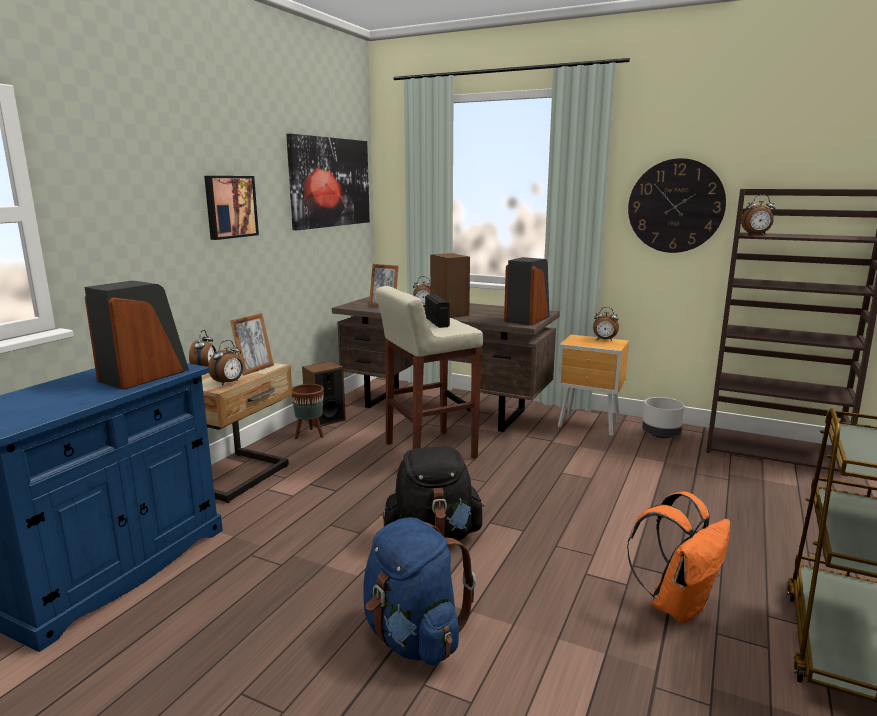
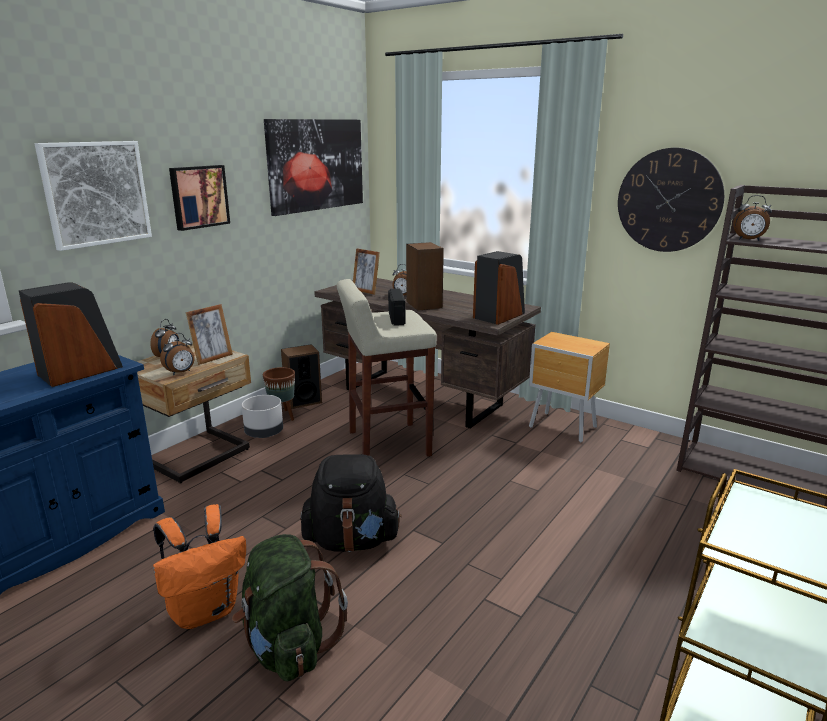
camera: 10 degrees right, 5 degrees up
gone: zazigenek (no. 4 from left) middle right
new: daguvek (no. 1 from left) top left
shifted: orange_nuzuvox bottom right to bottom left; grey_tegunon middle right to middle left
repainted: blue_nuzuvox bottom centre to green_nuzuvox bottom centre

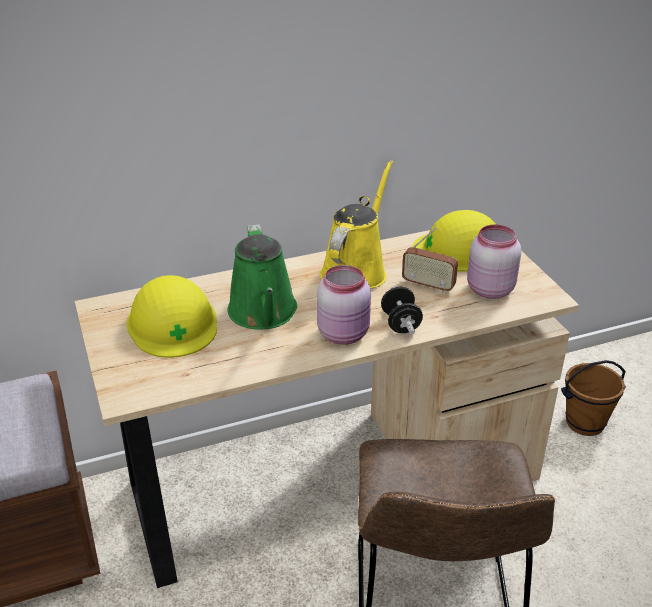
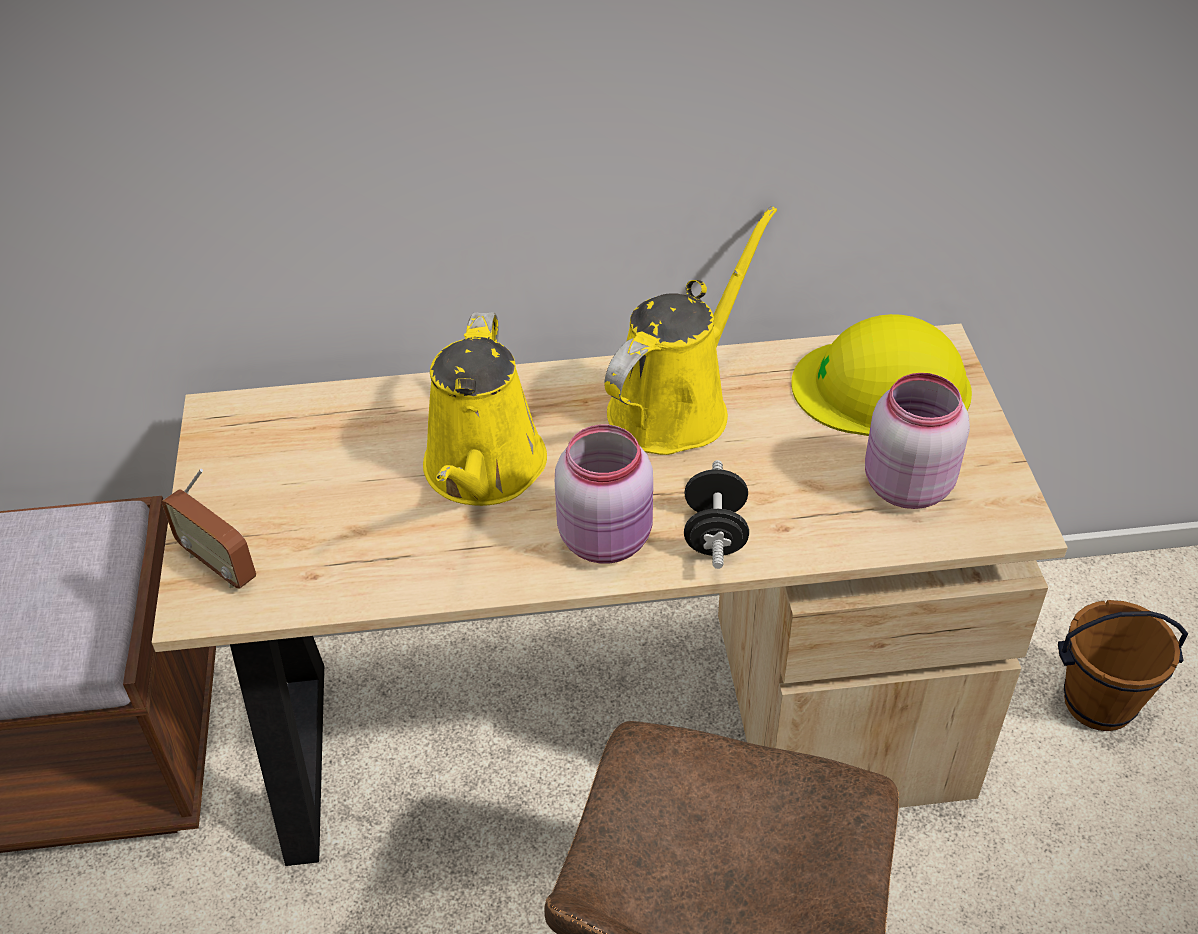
camera: 15 degrees right, 10 degrees up
gone: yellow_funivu (no. 1 from left) middle left
shifted: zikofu centre to middle left
repainted: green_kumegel centre to yellow_kumegel (no. 1 from left) centre

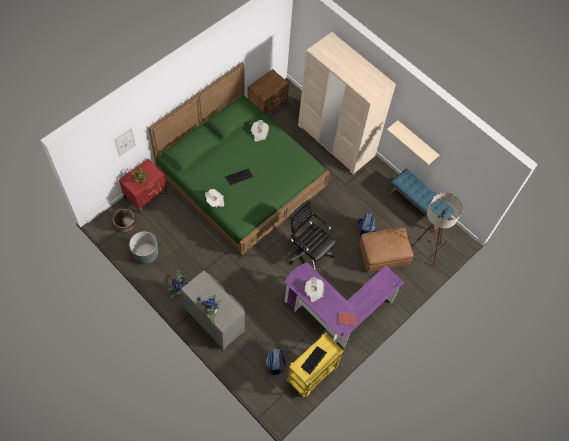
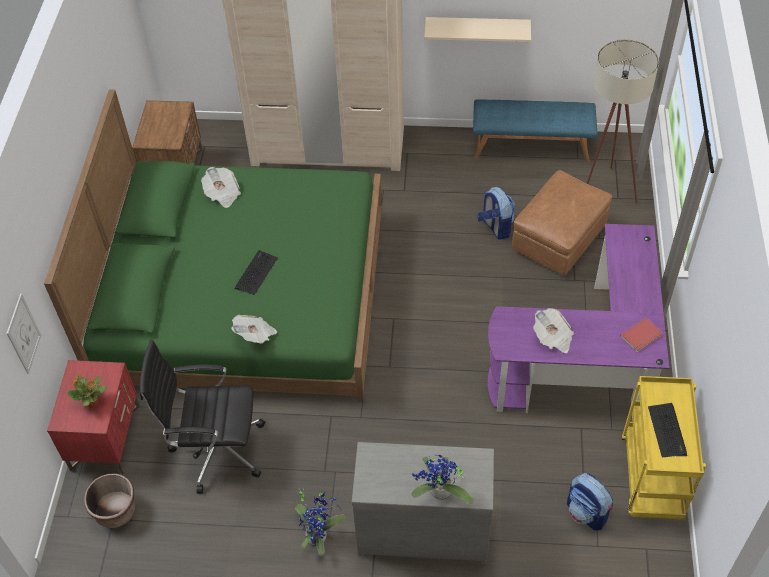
camera: 35 degrees left, 10 degrees down
gone: grey_tegunon middle left
shifted: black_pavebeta centre to bottom left

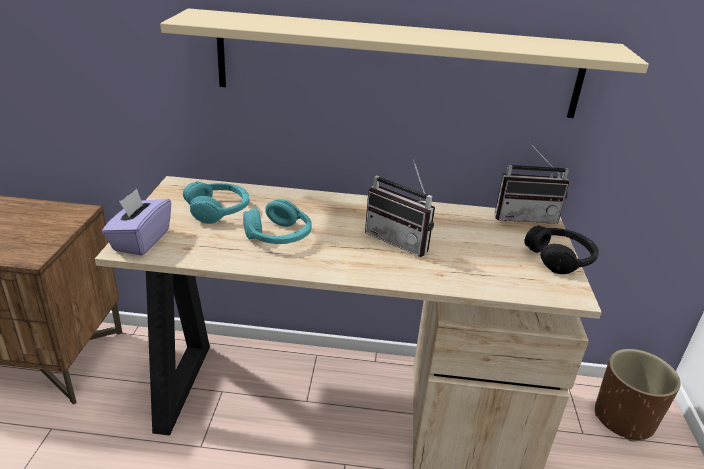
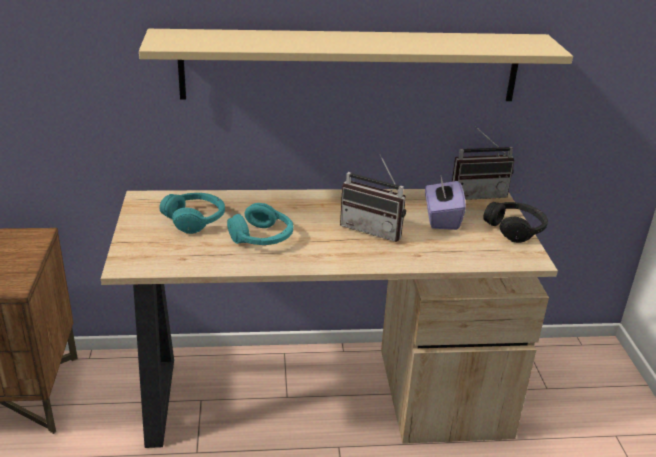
camera: 10 degrees left, 0 degrees up
gone: brown_tegunon bottom right
shifted: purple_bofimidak middle left to middle right

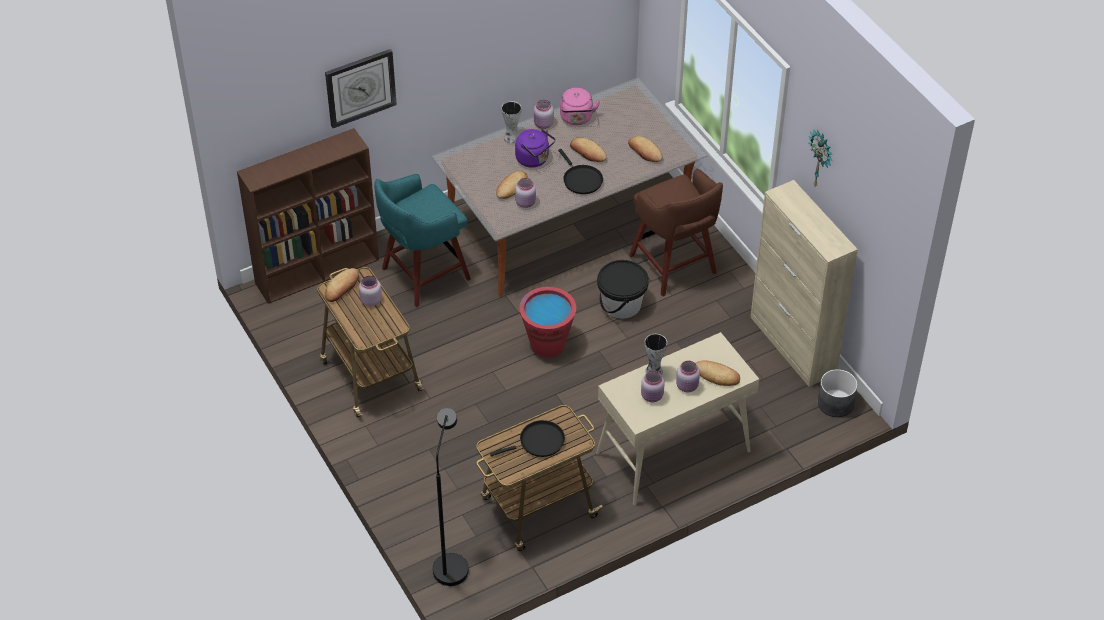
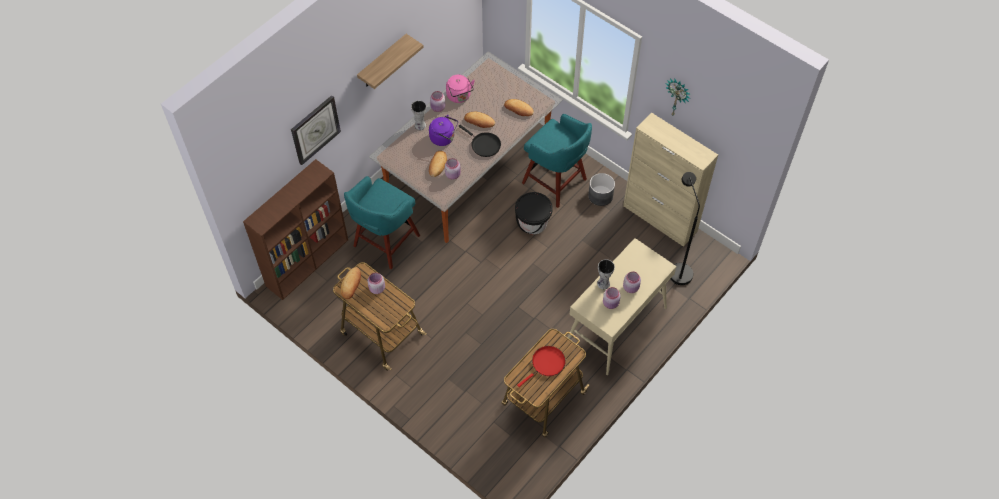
camera: 20 degrees left, 10 degrees up
gone: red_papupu centre; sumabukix (no. 5 from left) centre
new: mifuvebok top centre
shifted: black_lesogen bottom centre to middle right; grey_tegunon middle right to centre
repainted: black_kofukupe (no. 1 from left) bottom centre to red_kofukupe bottom centre; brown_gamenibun centre to turquoise_gamenibun (no. 2 from left) top centre

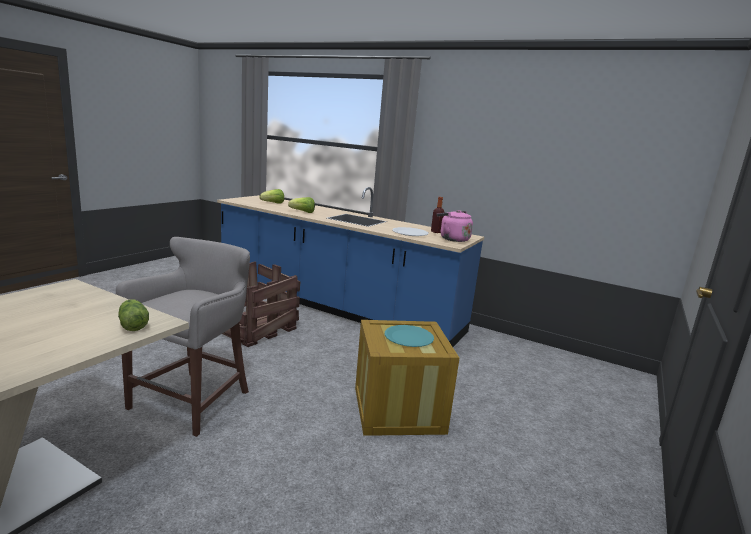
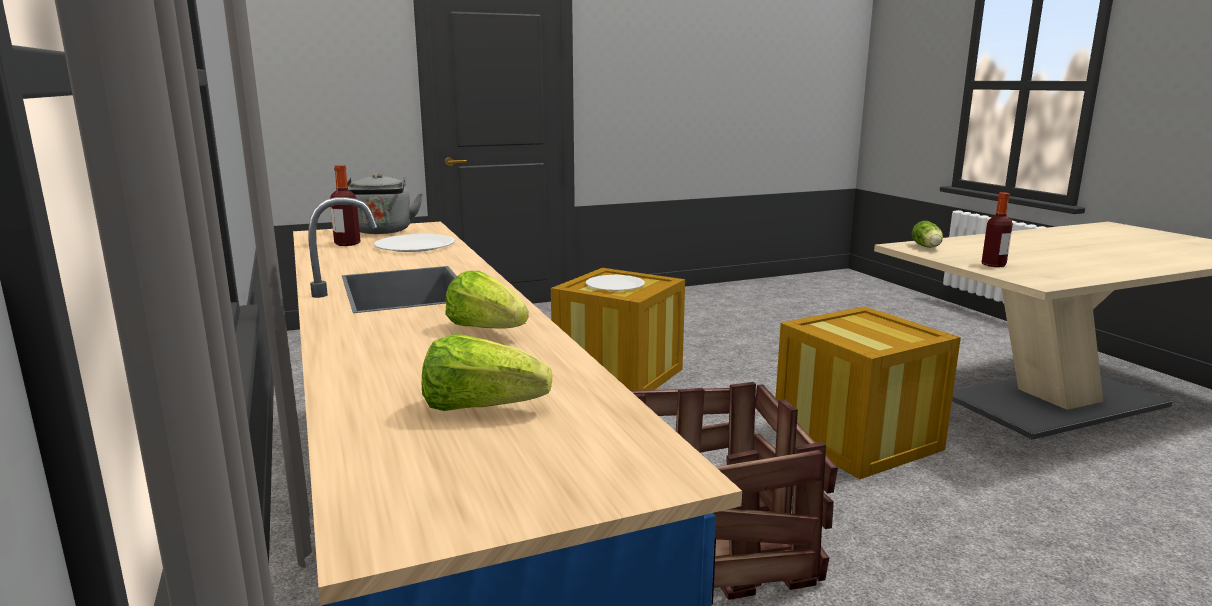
camera: 140 degrees left, 0 degrees up
new: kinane (no. 2 from left) middle right
swapped: grey_gamenibun middle left to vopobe (no. 3 from left) middle right
repainted: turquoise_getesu centre to white_getesu (no. 2 from left) centre; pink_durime centre to grey_durime middle left

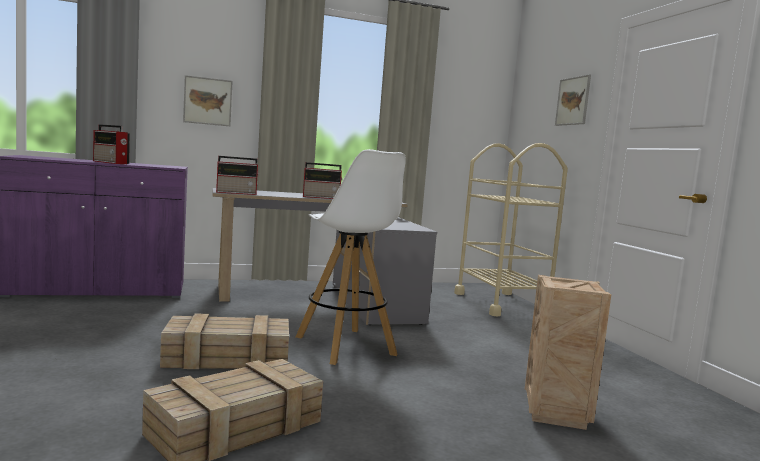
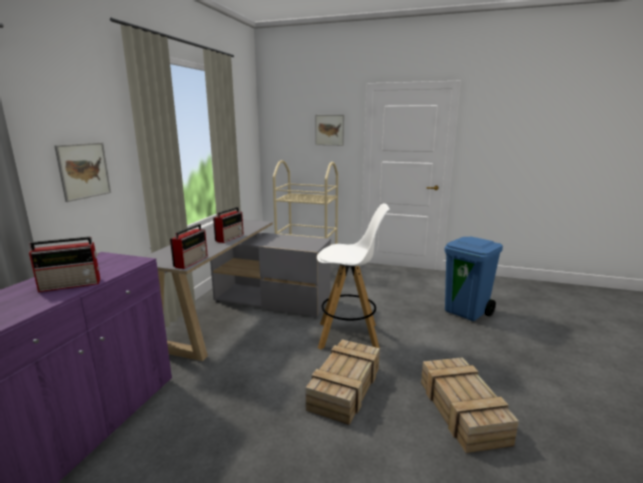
camera: 55 degrees left, 10 degrees up
swapped: vopobe (no. 3 from left) bottom right to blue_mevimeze middle right

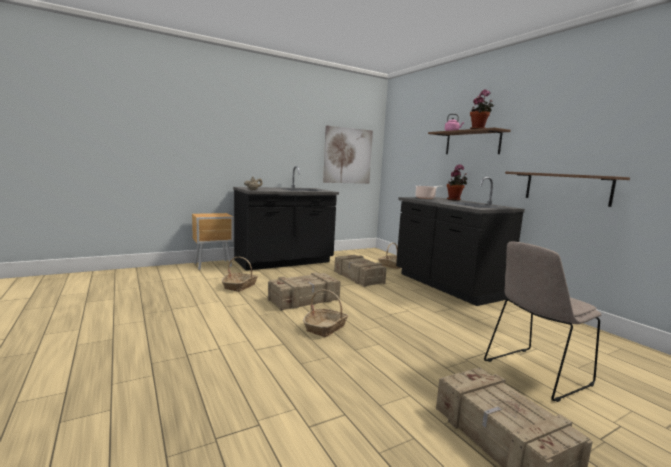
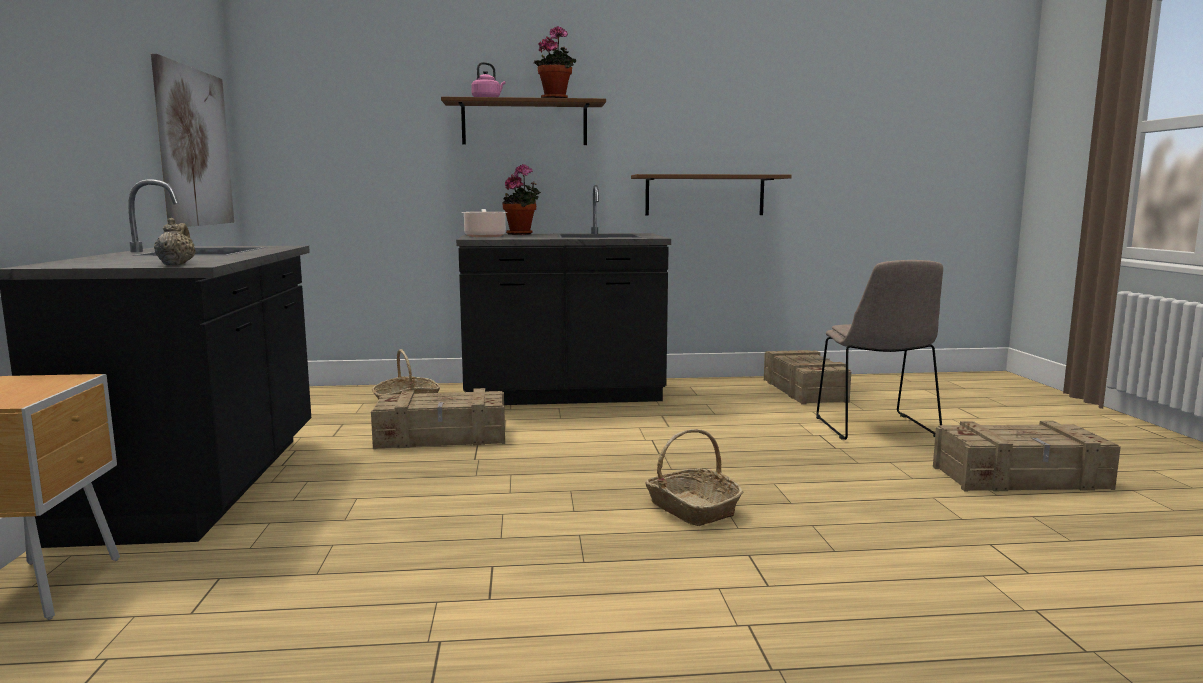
camera: 65 degrees left, 0 degrees up
gone: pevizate (no. 1 from left) centre
shifted: vopobe (no. 1 from left in the first image) centre to vopobe (no. 2 from left) middle right

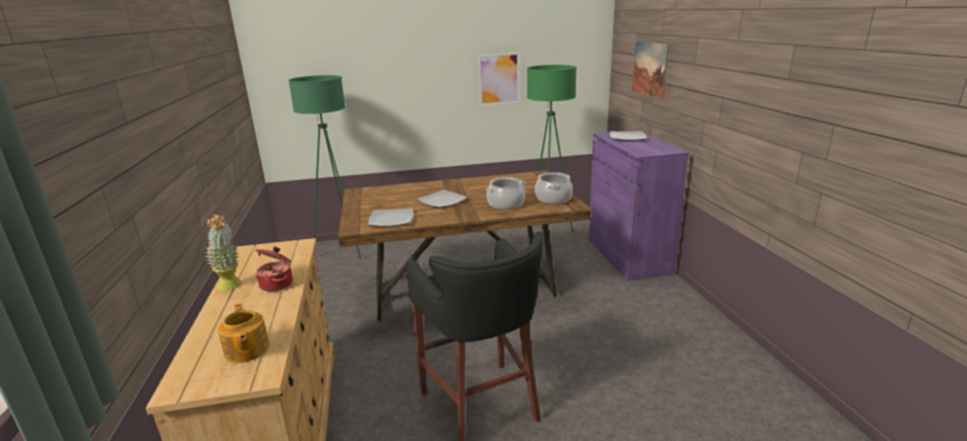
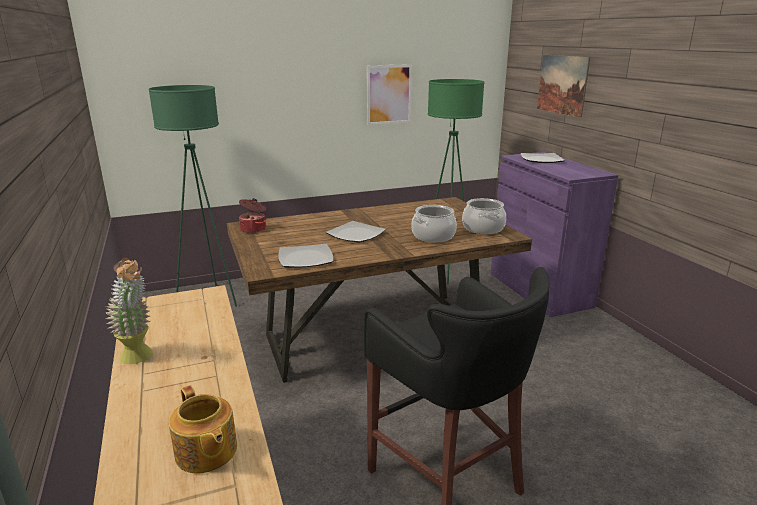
camera: 10 degrees left, 0 degrees up
shifted: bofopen (no. 1 from left) middle left to centre

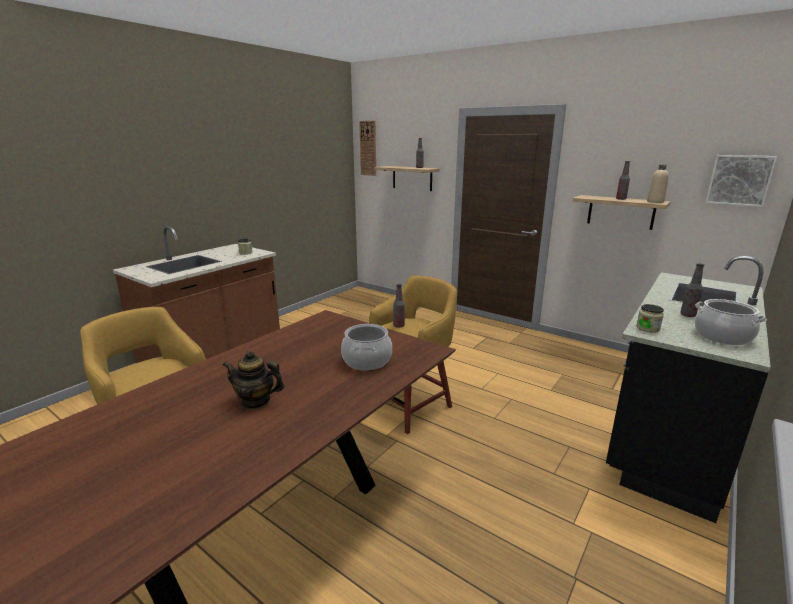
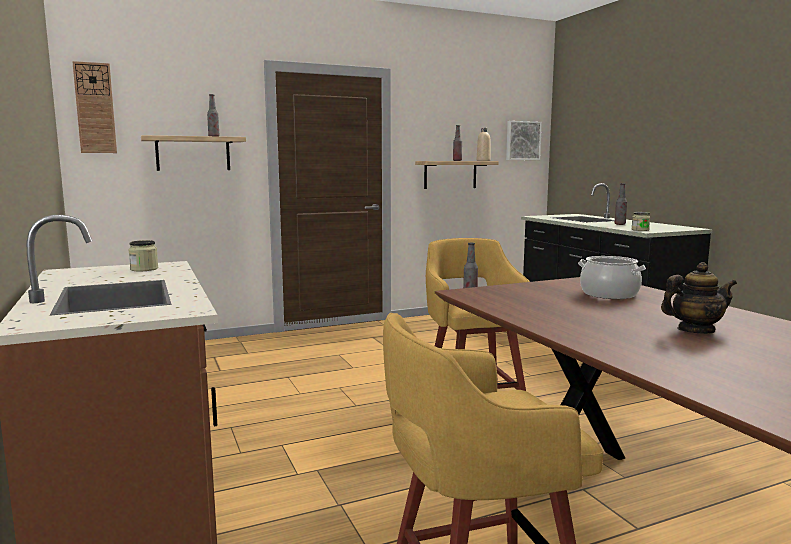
camera: 60 degrees left, 10 degrees down
gone: bofopen (no. 2 from left) middle right
rotated: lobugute middle left = middle right 135 degrees counterclockwise

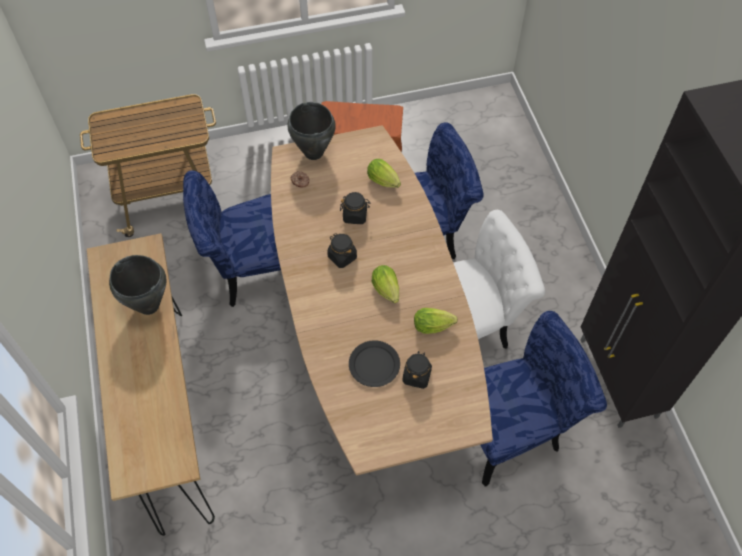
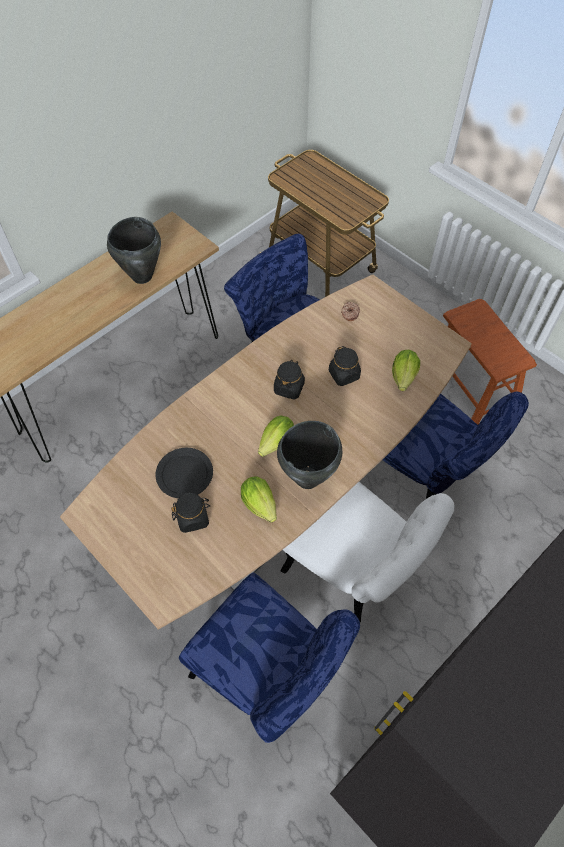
camera: 60 degrees right, 0 degrees up
shifted: black_bofopen (no. 2 from left) top centre to centre

